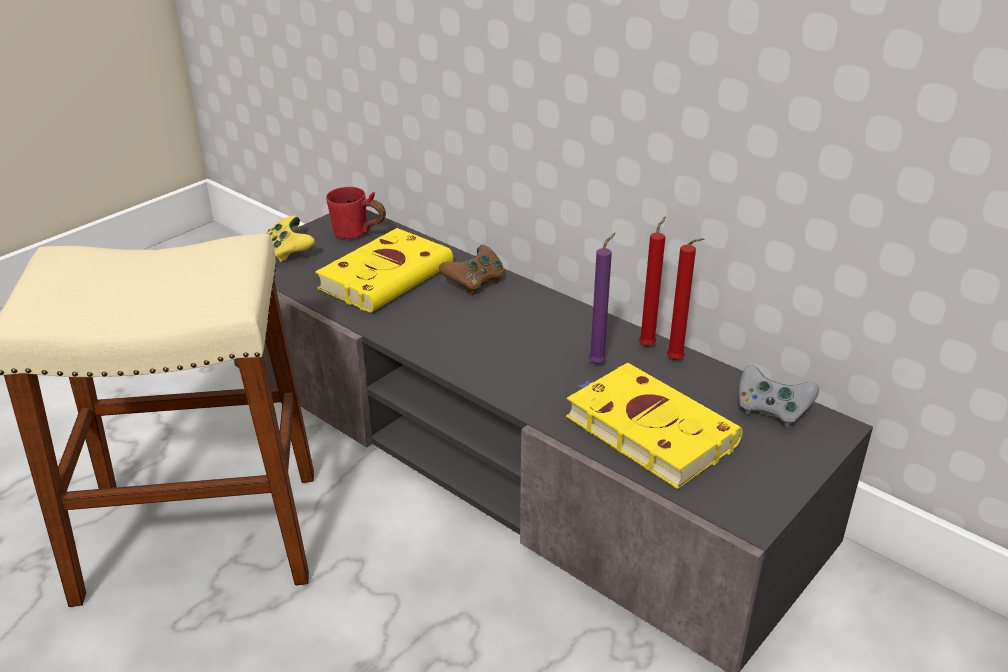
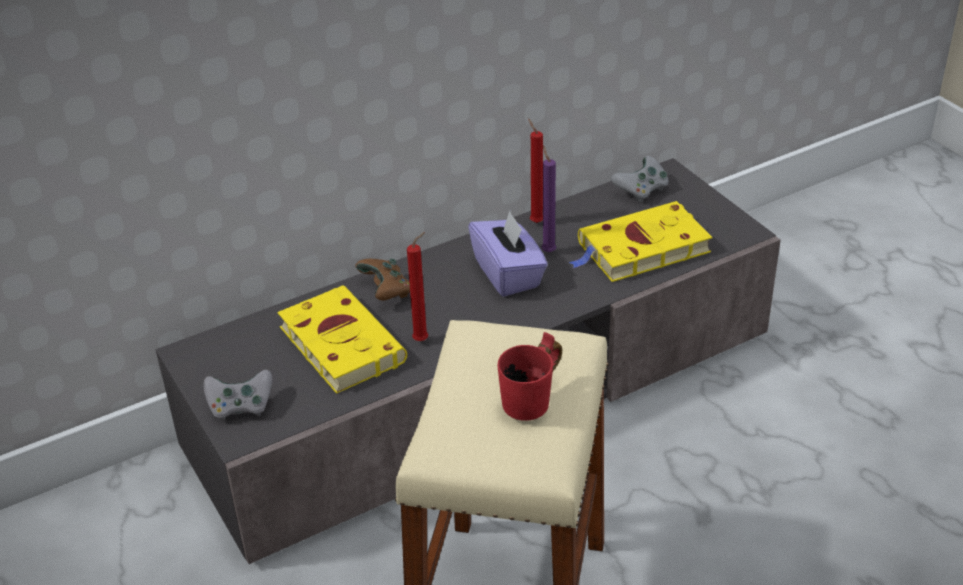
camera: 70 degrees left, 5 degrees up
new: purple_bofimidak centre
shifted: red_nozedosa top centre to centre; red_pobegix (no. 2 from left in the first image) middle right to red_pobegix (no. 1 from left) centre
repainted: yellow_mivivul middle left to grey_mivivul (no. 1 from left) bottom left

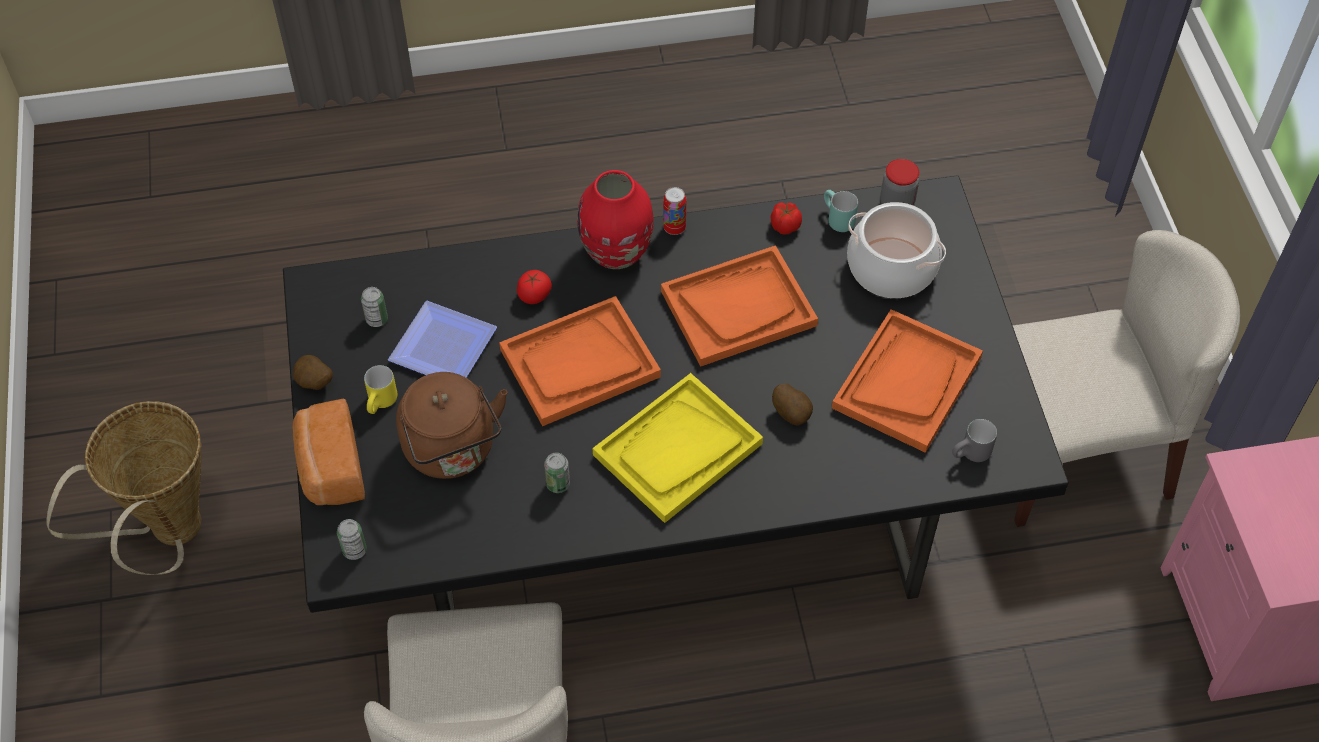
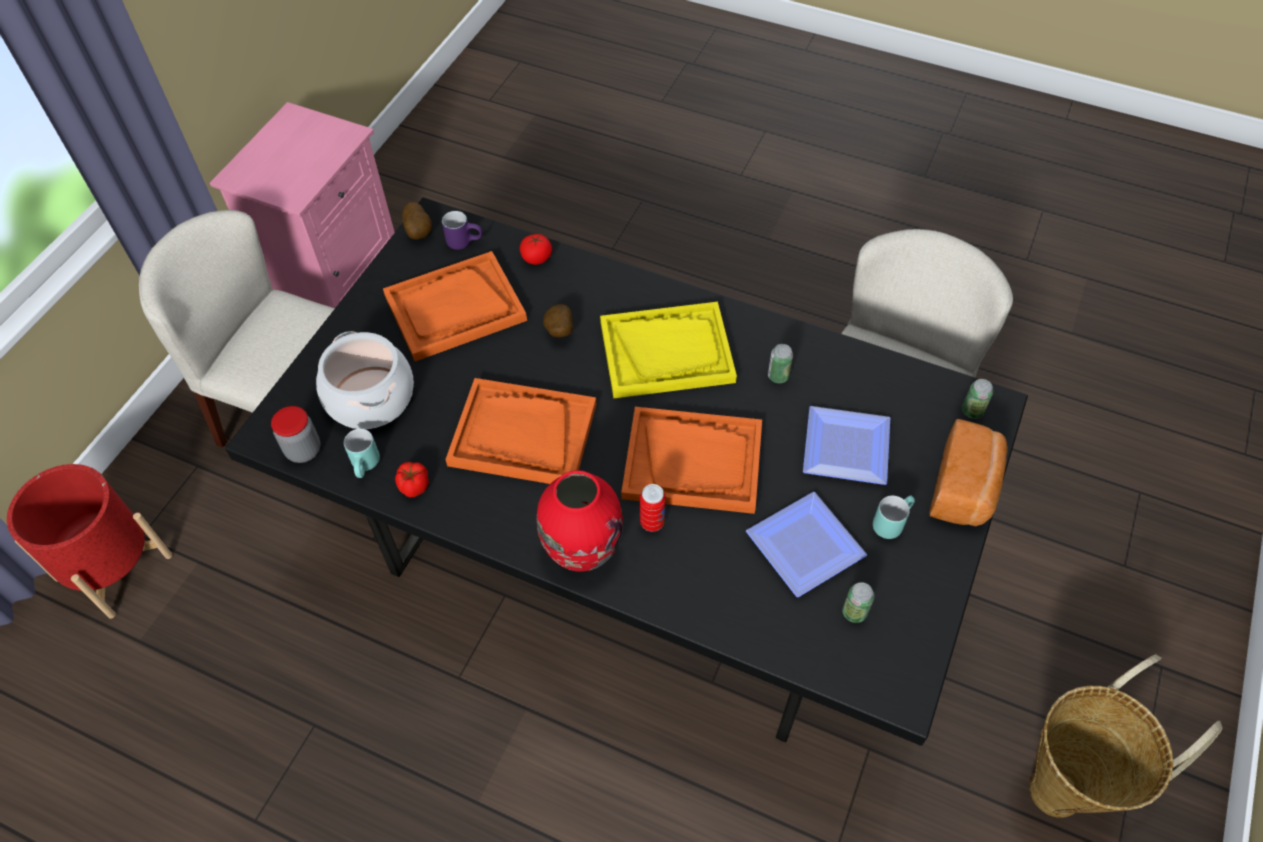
camera: 145 degrees left, 0 degrees up
new: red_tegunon middle left
shifted: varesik (no. 1 from left) middle left to top left; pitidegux (no. 1 from left in the first image) centre to pitidegux (no. 2 from left) top centre; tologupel (no. 4 from left in the first image) top centre to tologupel (no. 1 from left) centre
swapped: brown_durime centre to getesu (no. 2 from left) middle right
repainted: yellow_nozedosa middle left to turquoise_nozedosa (no. 2 from left) middle right; grey_nozedosa middle right to purple_nozedosa top centre

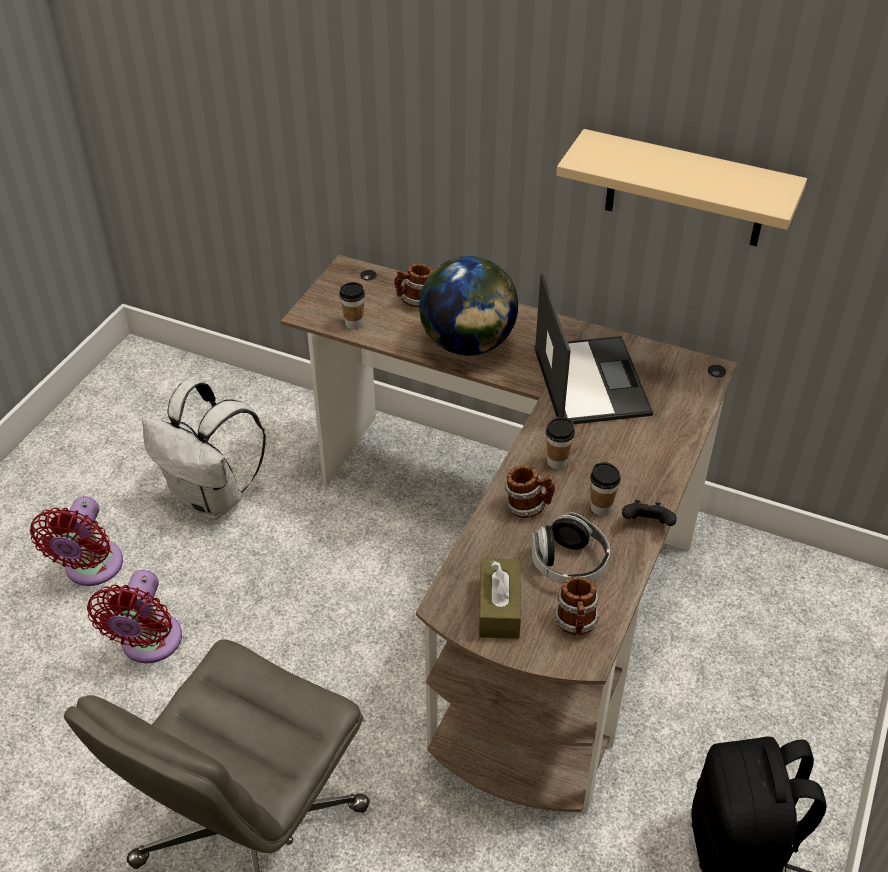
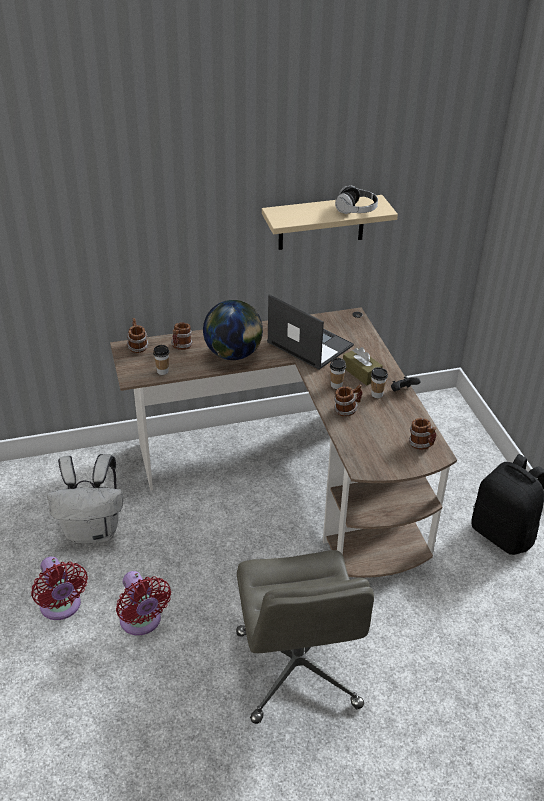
camera: 40 degrees left, 5 degrees down
new: nozedosa (no. 1 from left) middle left
shifted: brown_bofimidak bottom centre to middle right; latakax centre to top centre

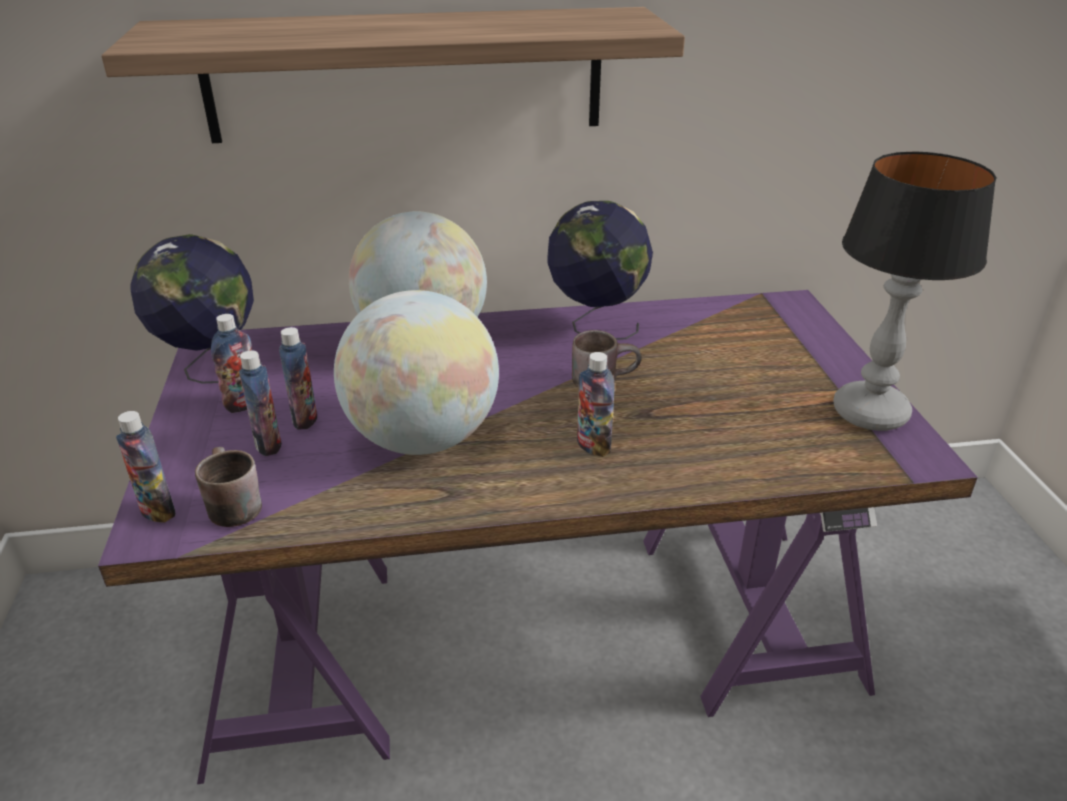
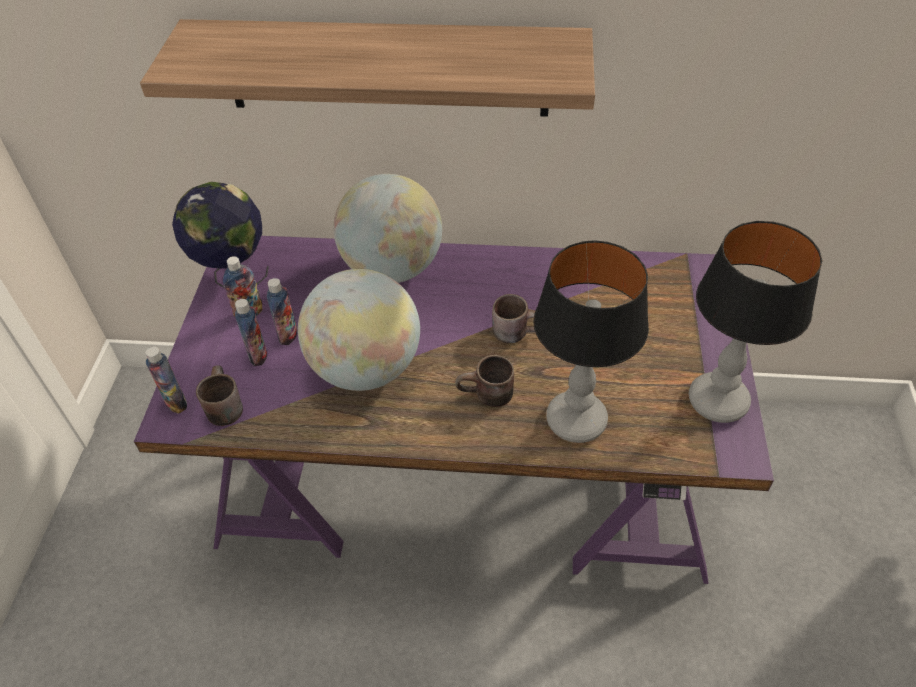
camera: 15 degrees right, 15 degrees up
gone: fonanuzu (no. 4 from left) centre
new: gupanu (no. 1 from left) centre
swapped: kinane (no. 5 from left) centre to brown_nozedosa (no. 2 from left) centre

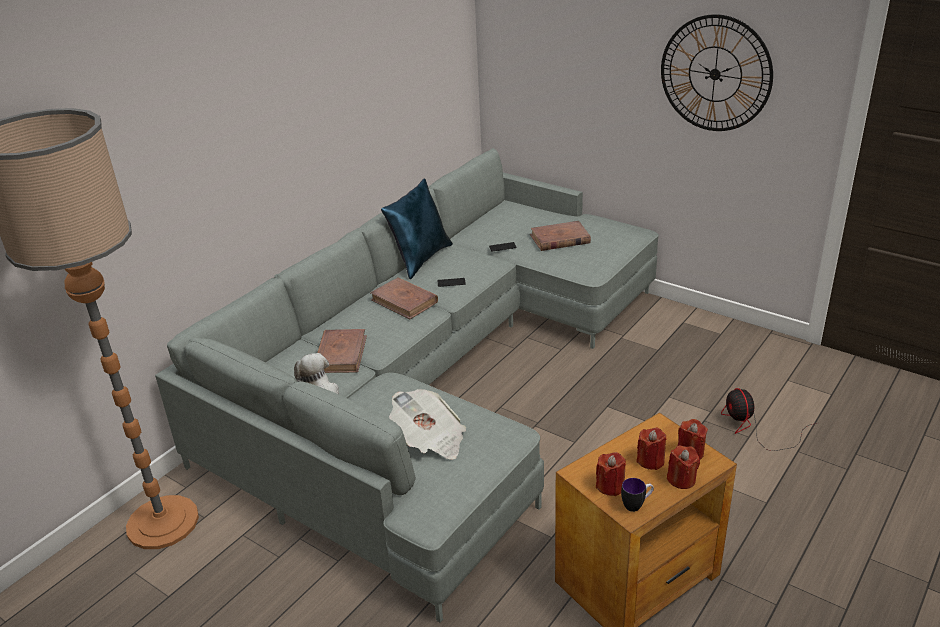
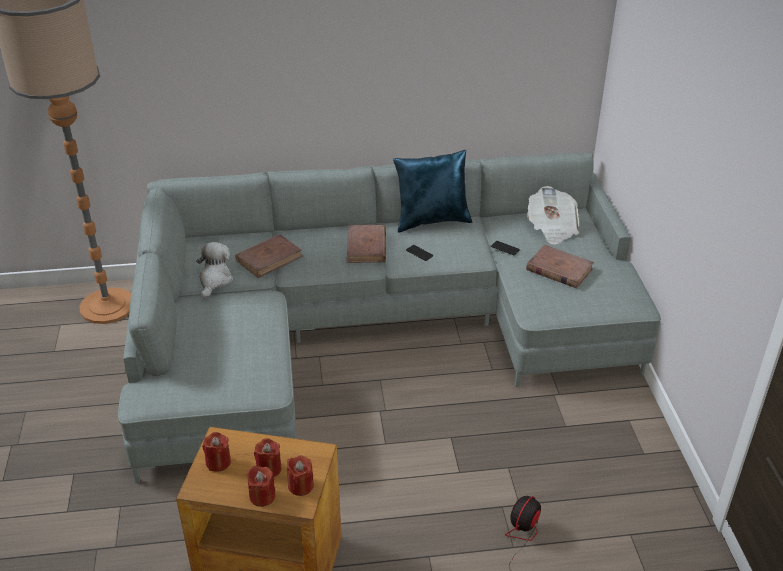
camera: 45 degrees right, 5 degrees up
gone: nozedosa bottom right; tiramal top right
shifted: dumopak bottom centre to middle right

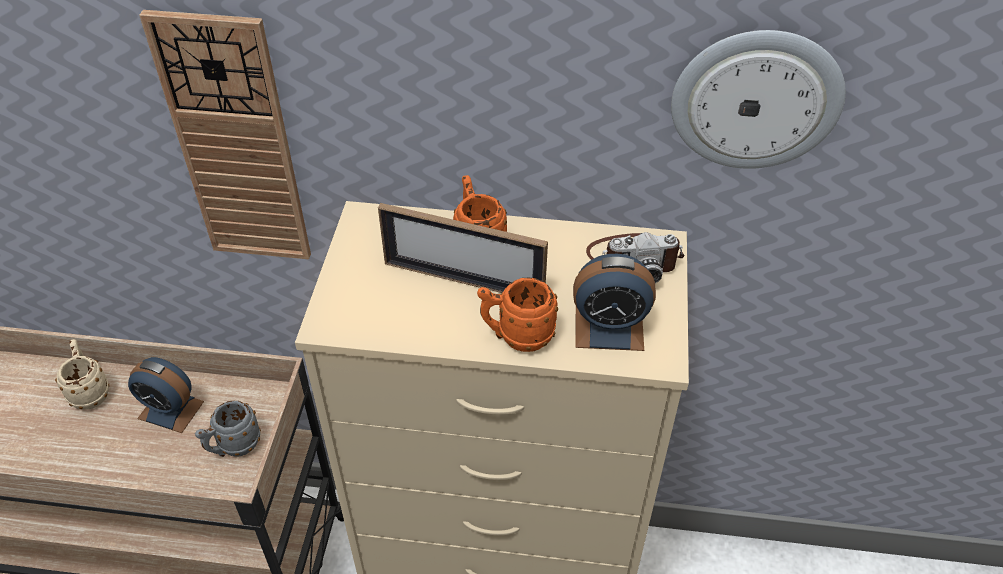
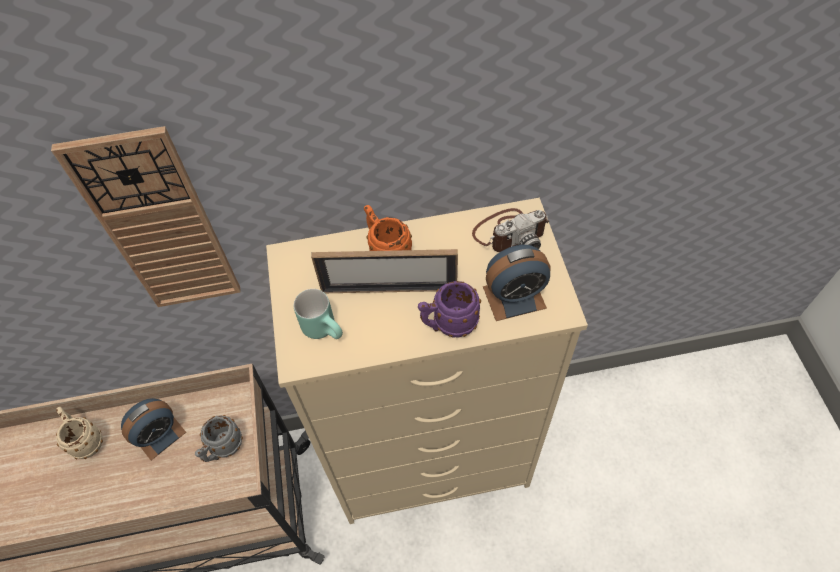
camera: 15 degrees left, 10 degrees up
gone: tiramal (no. 2 from left) top right
new: turquoise_nozedosa centre
repainted: orange_nozedosa (no. 2 from left) centre to purple_nozedosa centre
rotated: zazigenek (no. 1 from left) bottom left = bottom left 45 degrees counterclockwise

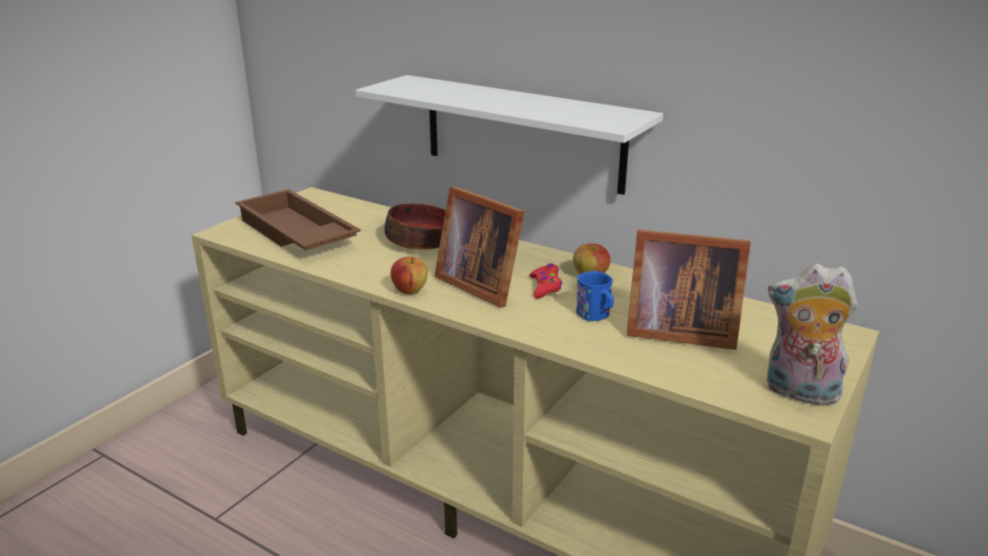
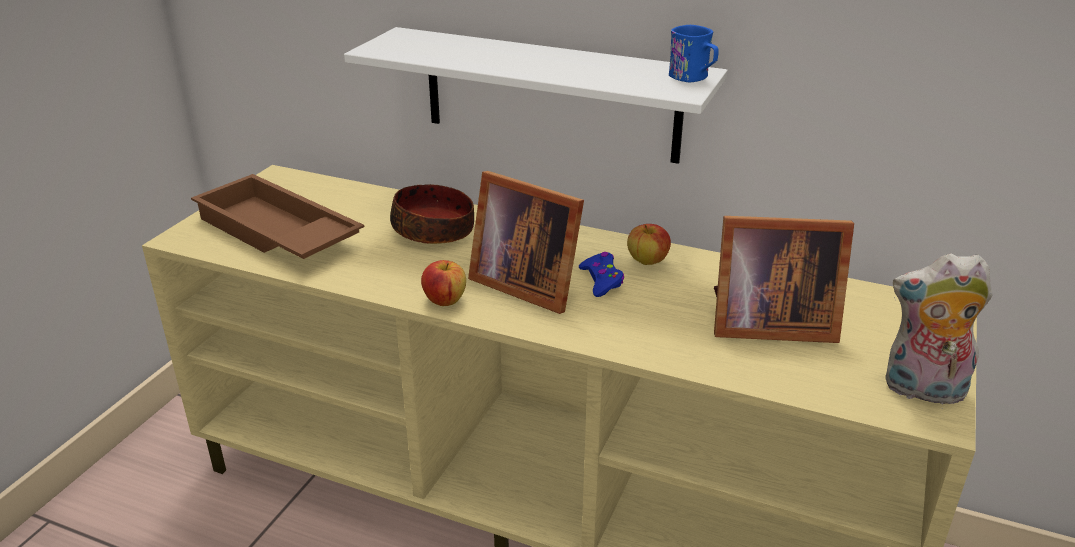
camera: 10 degrees left, 5 degrees up
shifted: blue_nozedosa centre to top centre
repainted: red_mivivul centre to blue_mivivul centre

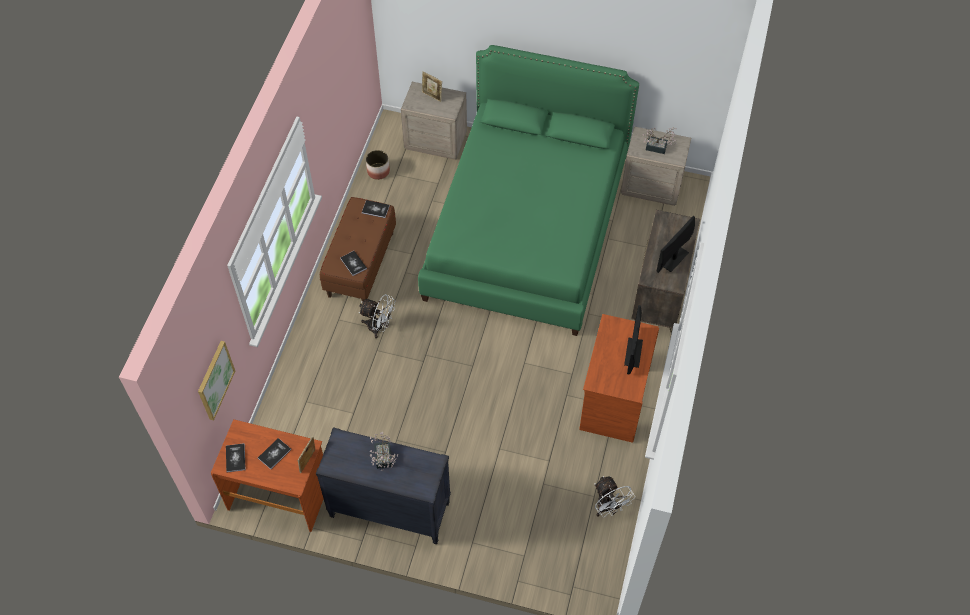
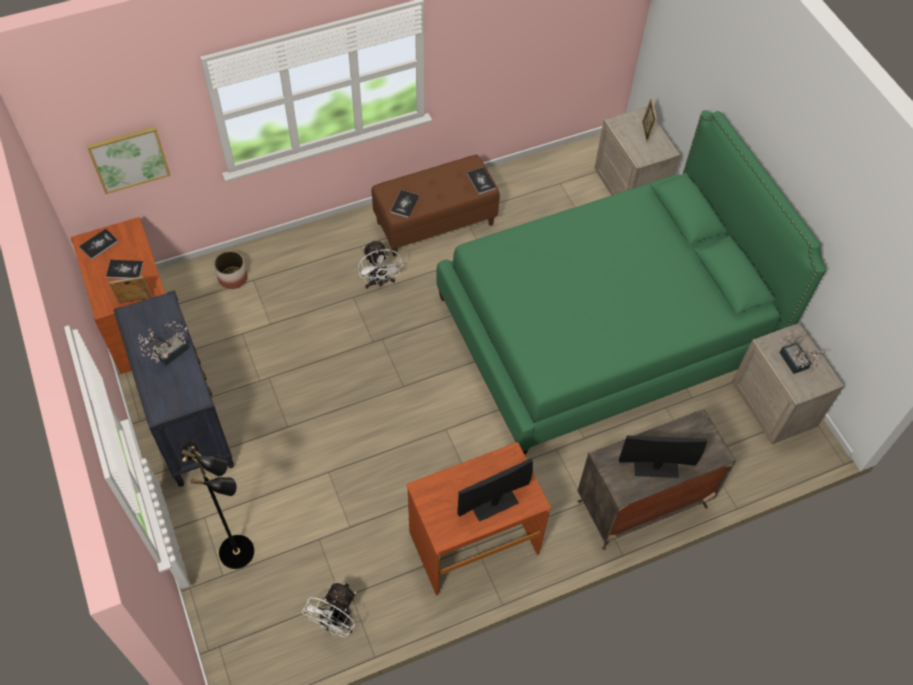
camera: 50 degrees right, 0 degrees up
new: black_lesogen bottom left
shifted: tegunon top centre to middle left

